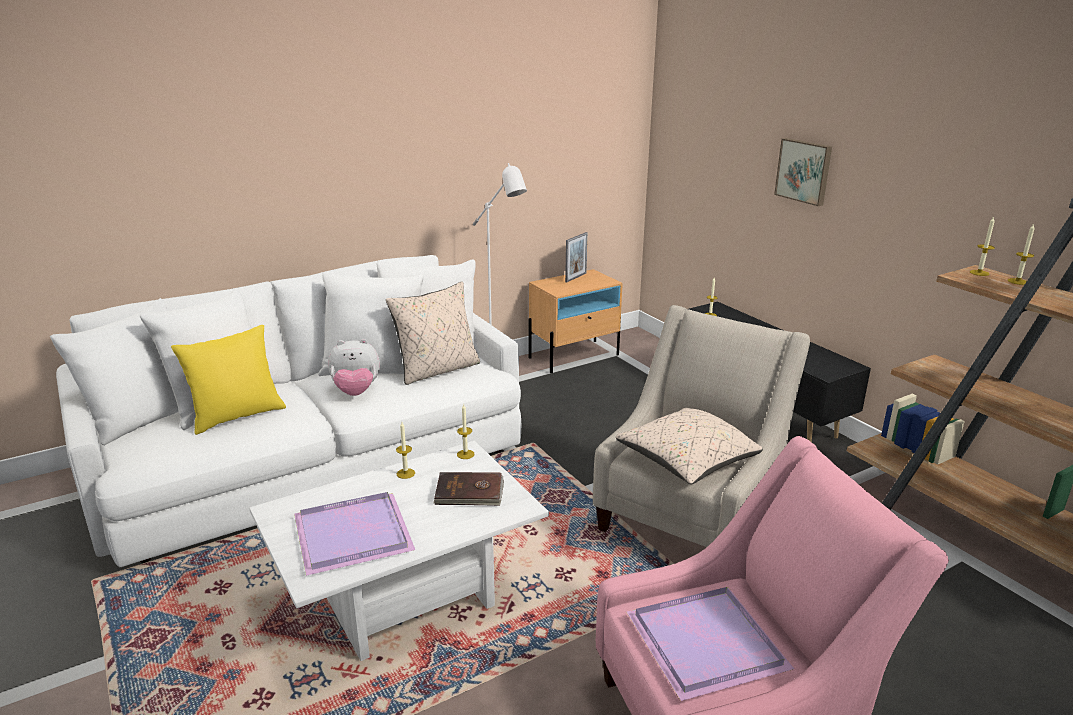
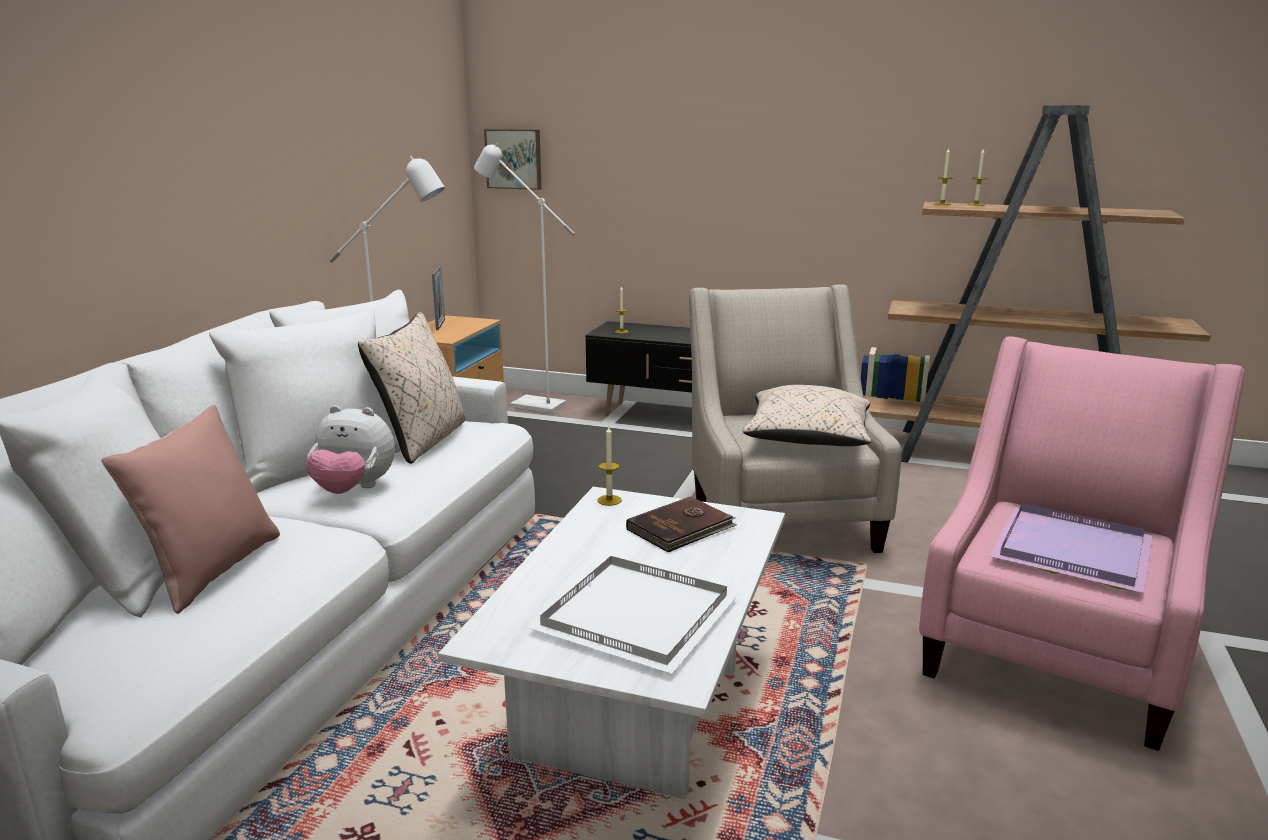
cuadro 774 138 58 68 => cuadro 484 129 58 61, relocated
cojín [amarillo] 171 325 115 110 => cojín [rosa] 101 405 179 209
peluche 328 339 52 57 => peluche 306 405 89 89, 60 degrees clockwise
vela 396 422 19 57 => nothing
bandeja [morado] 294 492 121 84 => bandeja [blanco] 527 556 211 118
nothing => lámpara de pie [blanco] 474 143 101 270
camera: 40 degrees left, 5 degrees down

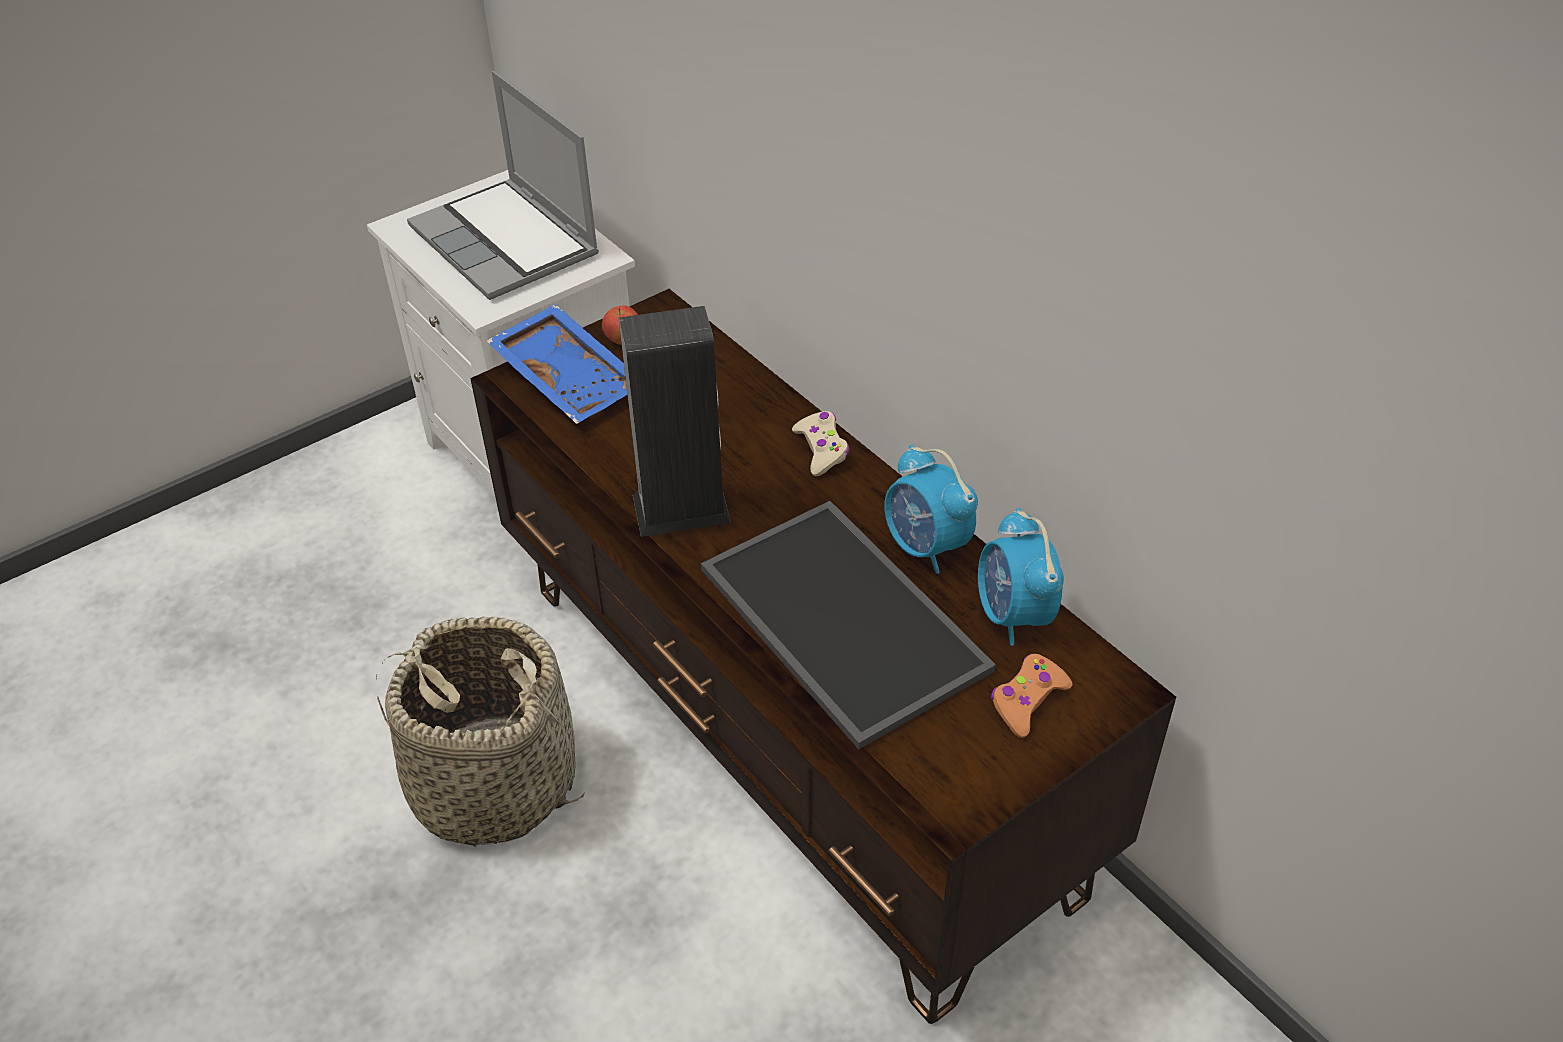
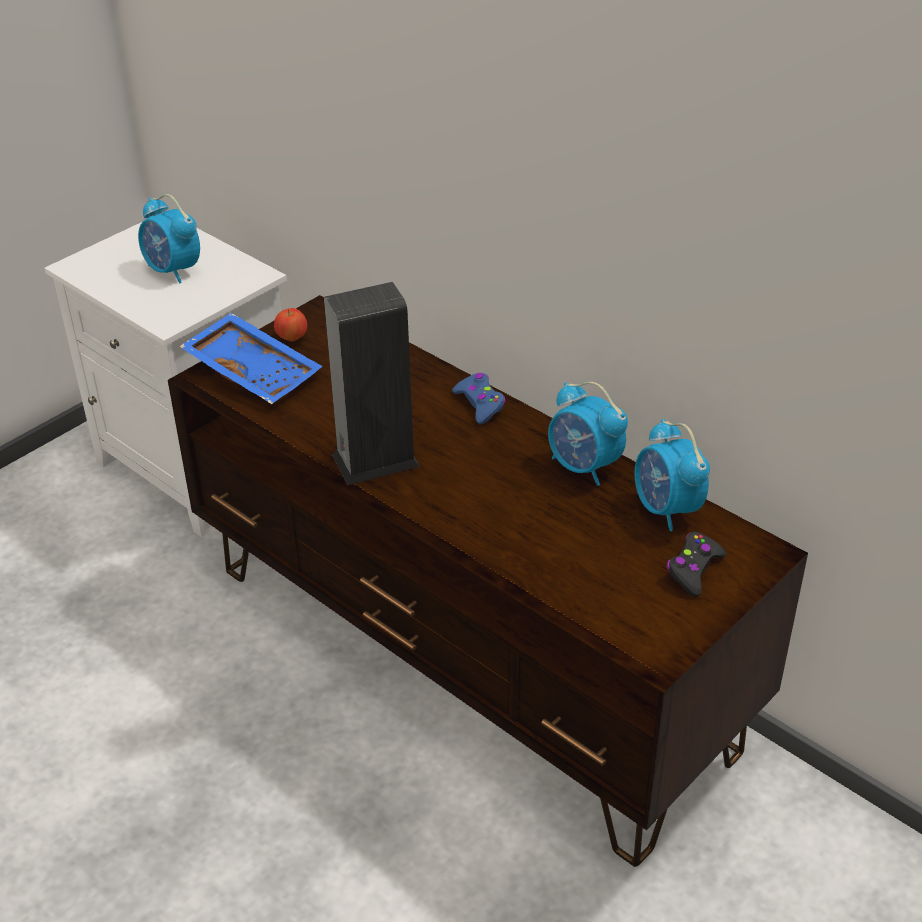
portátil 407 71 192 229 => despertador 138 194 62 89
mando de consola [beis] 792 411 57 65 => mando de consola [azul] 452 373 54 51
bandeja 701 501 295 249 => nothing
cesta 376 616 209 231 => nothing
mando de consola [naranja] 991 654 81 84 => mando de consola [negro] 667 532 59 65
camera: 10 degrees left, 5 degrees down

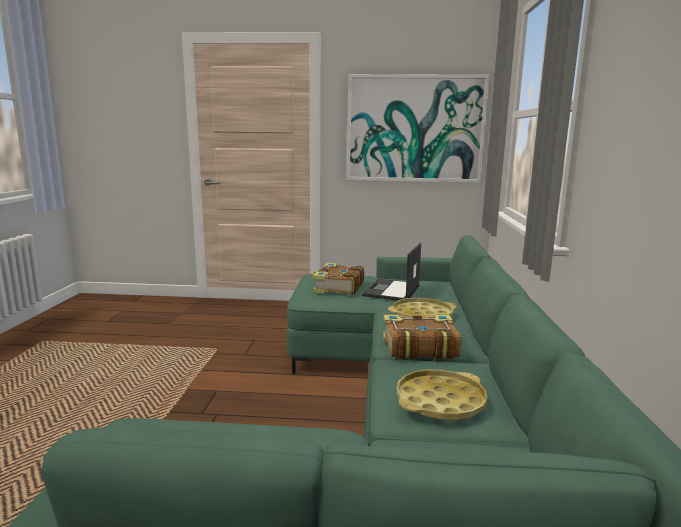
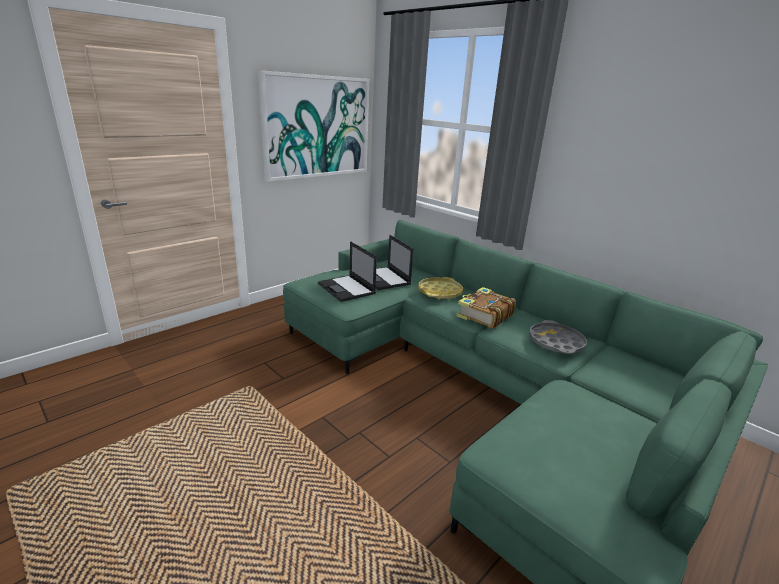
libro 311 263 53 32 => portátil 318 241 59 61
bandeja [amarillo] 396 370 92 50 => bandeja [gris] 529 320 58 34
camera: 50 degrees left, 10 degrees up

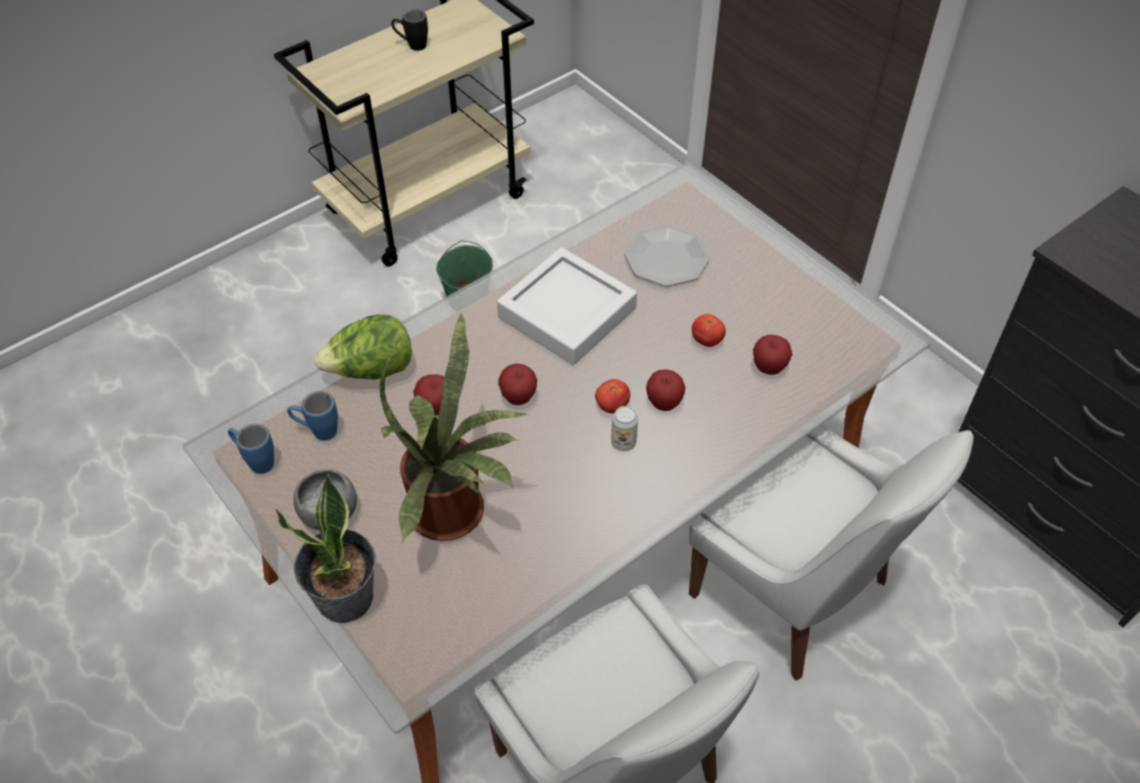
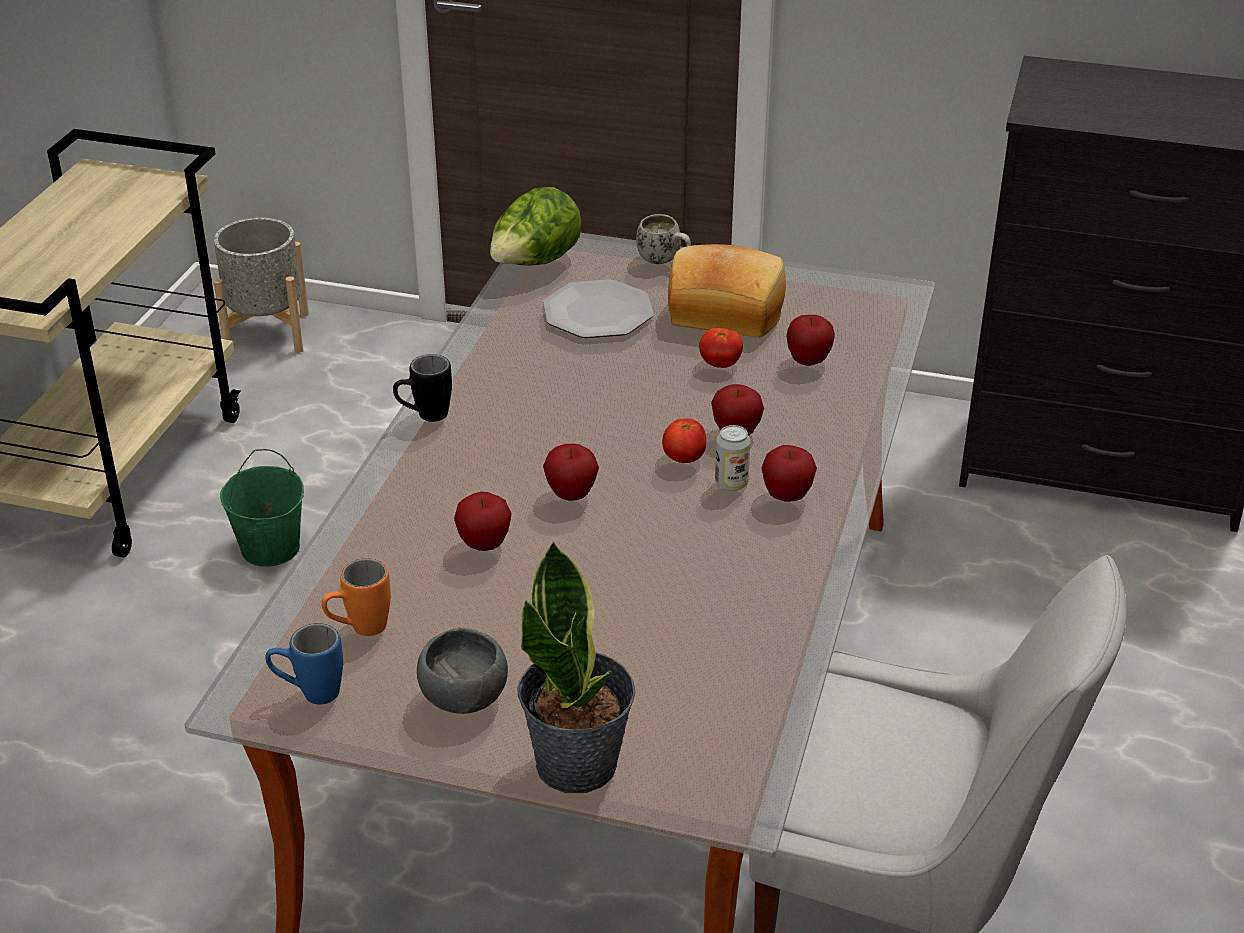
taza grande [negro] 391 9 37 42 => taza grande [negro] 393 354 59 68, relocated
bandeja [gris] 497 247 140 118 => nothing
planta en maceta 380 312 148 229 => nothing
lechuga 315 314 97 66 => lechuga 490 187 91 78, relocated
taza grande [azul] 287 391 51 49 => taza grande [naranja] 321 558 70 78
silla [blanco] 689 425 285 256 => nothing
nothing => taza grande [blanco] 636 214 55 50
nothing => maceta [gris] 213 217 96 137
nothing => pan 668 244 118 93
nothing => manzana 762 445 55 57
camera: 35 degrees left, 15 degrees down

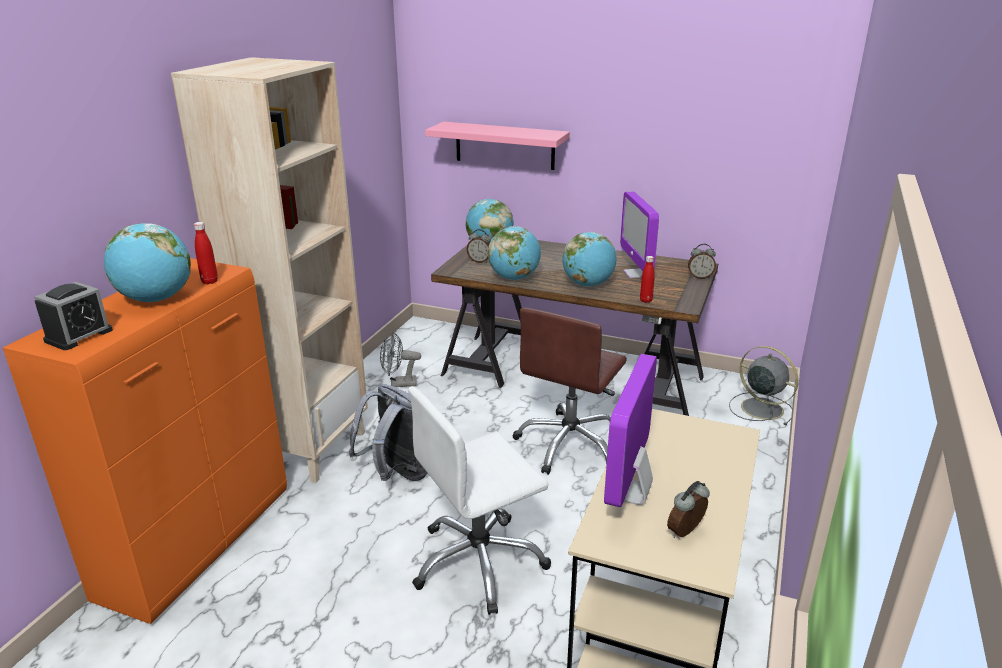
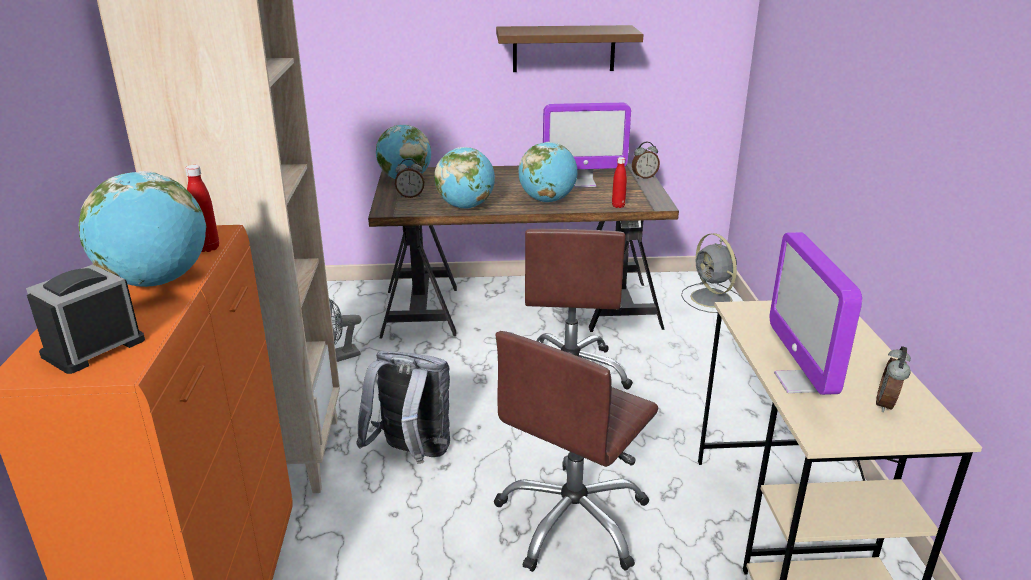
estante [rosa] 425 122 145 48 => nothing
monitor 620 191 39 87 => monitor 543 103 88 85, 60 degrees counterclockwise
despertador 34 282 79 68 => despertador 26 264 119 110, 150 degrees counterclockwise
ventilador [gris] 729 346 69 79 => ventilador [gris] 681 233 60 80, 135 degrees counterclockwise
silla de oficina [blanco] 408 387 143 228 => silla de oficina [marrón] 494 331 164 241
nothing => estante [marrón] 496 25 147 47
camera: 25 degrees left, 0 degrees up

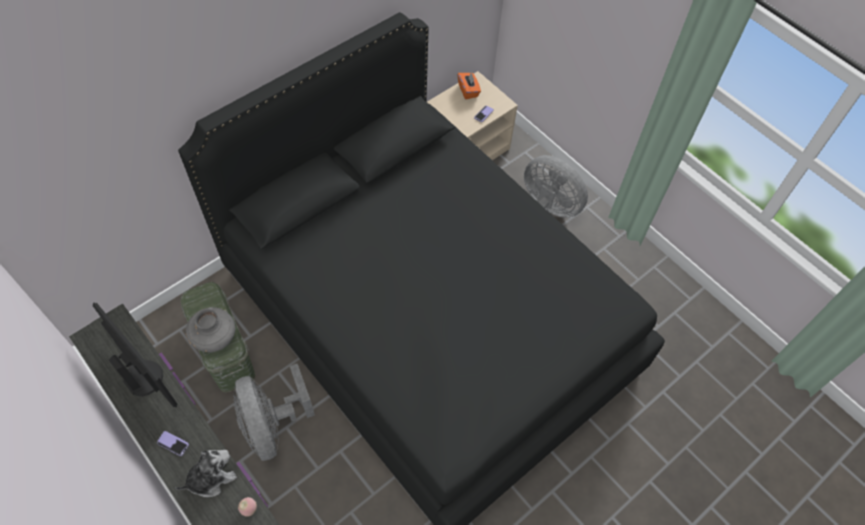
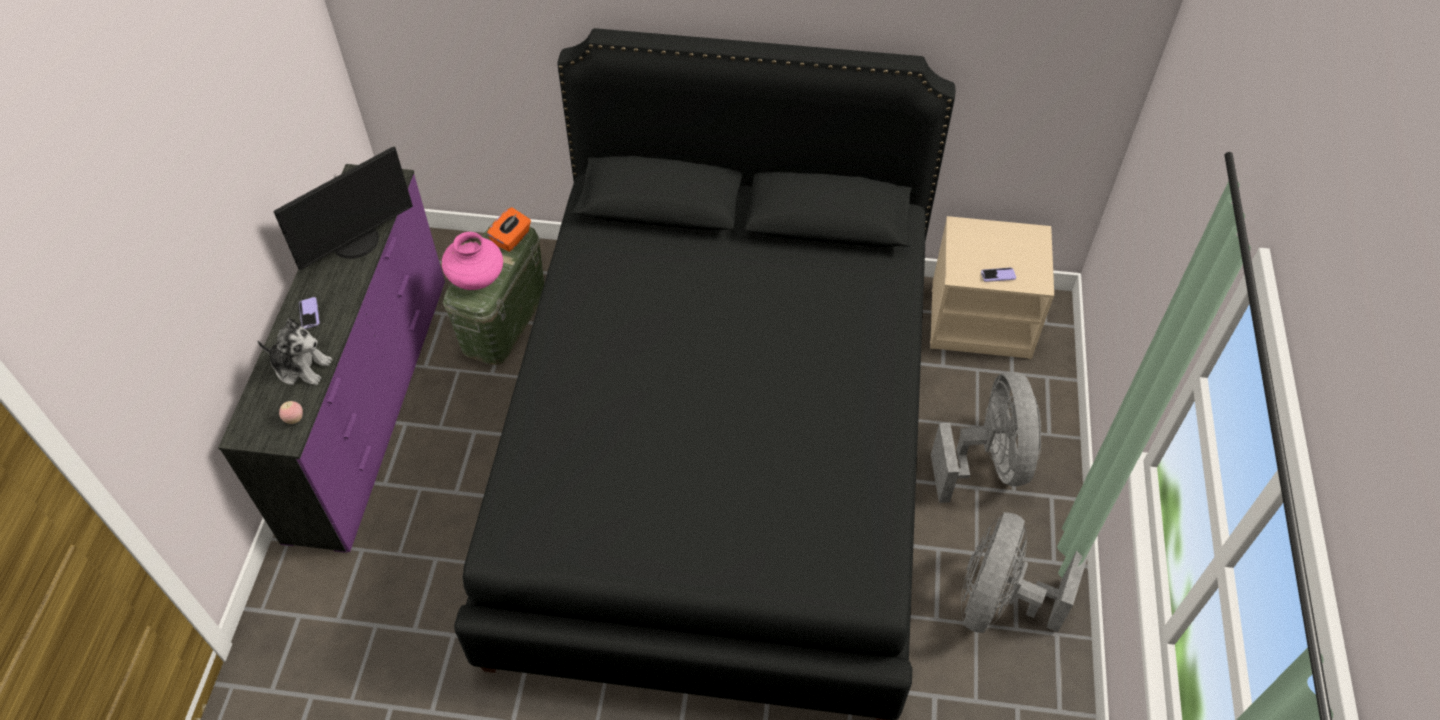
caja de pañuelos [naranja] 457 73 24 26 => caja de pañuelos [naranja] 487 207 44 45, relocated
monitor 93 302 85 105 => monitor 274 147 139 123, 45 degrees clockwise
florero [gris] 186 307 49 45 => florero [rosa] 442 232 61 58
ventilador [gris] 234 364 81 97 => ventilador [gris] 961 512 128 121, relocated
camera: 50 degrees right, 5 degrees down

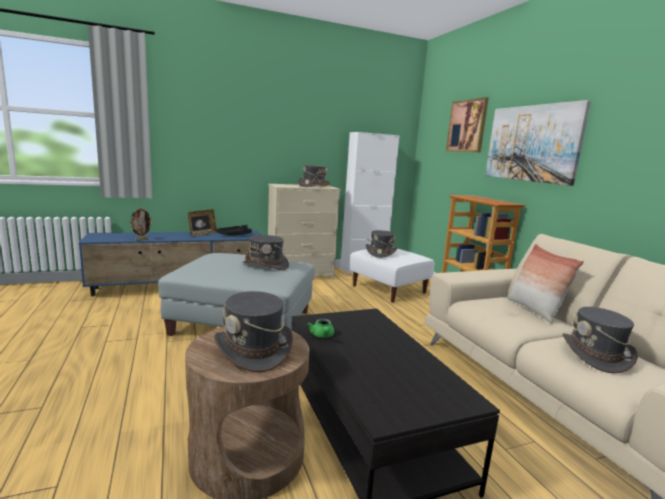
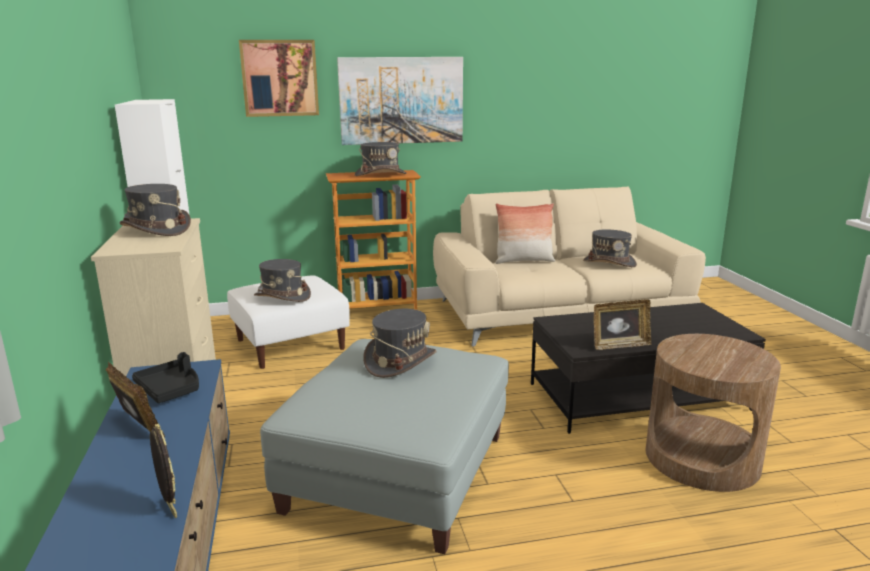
sombrero [gris] 214 291 79 81 => sombrero [gris] 355 142 52 34, relocated
tetera [verde] 307 319 27 19 => portarretratos 594 299 57 51
camera: 80 degrees left, 5 degrees up

